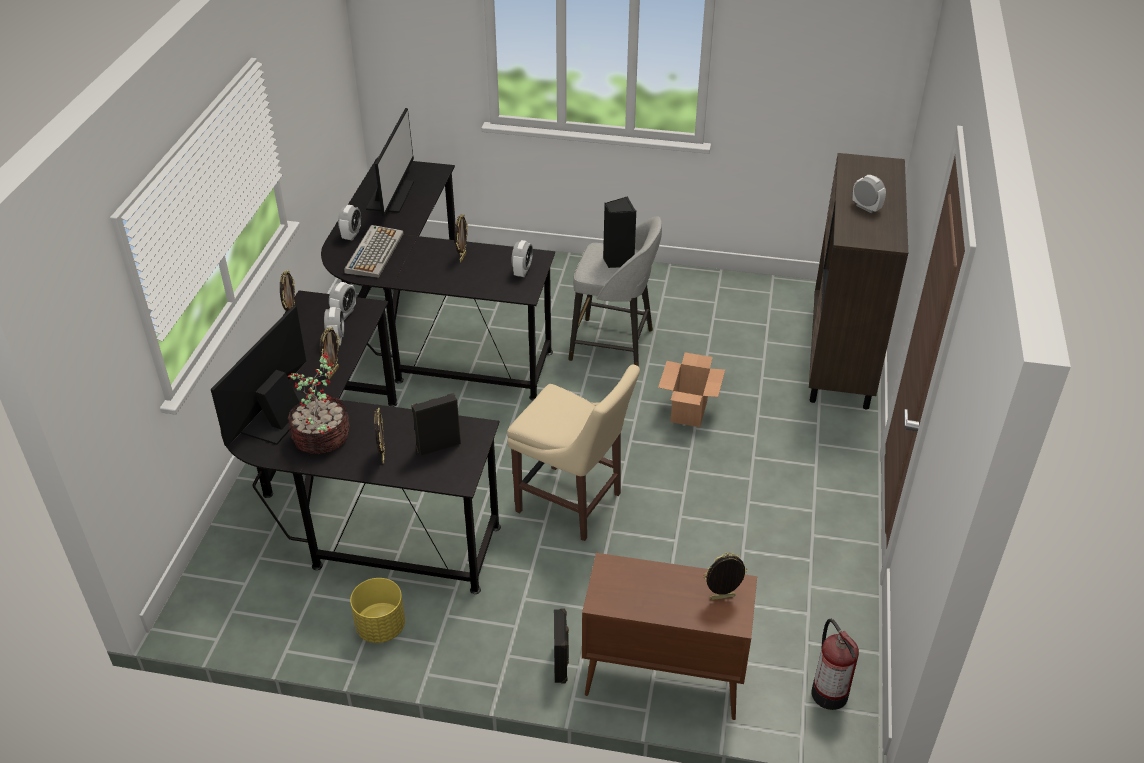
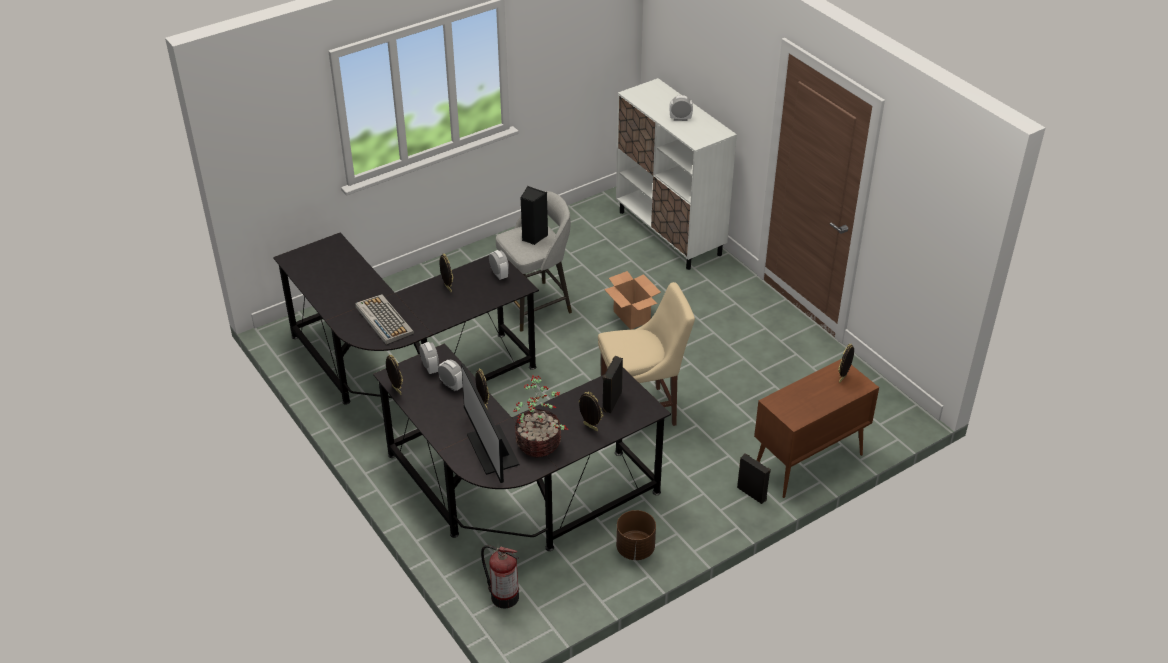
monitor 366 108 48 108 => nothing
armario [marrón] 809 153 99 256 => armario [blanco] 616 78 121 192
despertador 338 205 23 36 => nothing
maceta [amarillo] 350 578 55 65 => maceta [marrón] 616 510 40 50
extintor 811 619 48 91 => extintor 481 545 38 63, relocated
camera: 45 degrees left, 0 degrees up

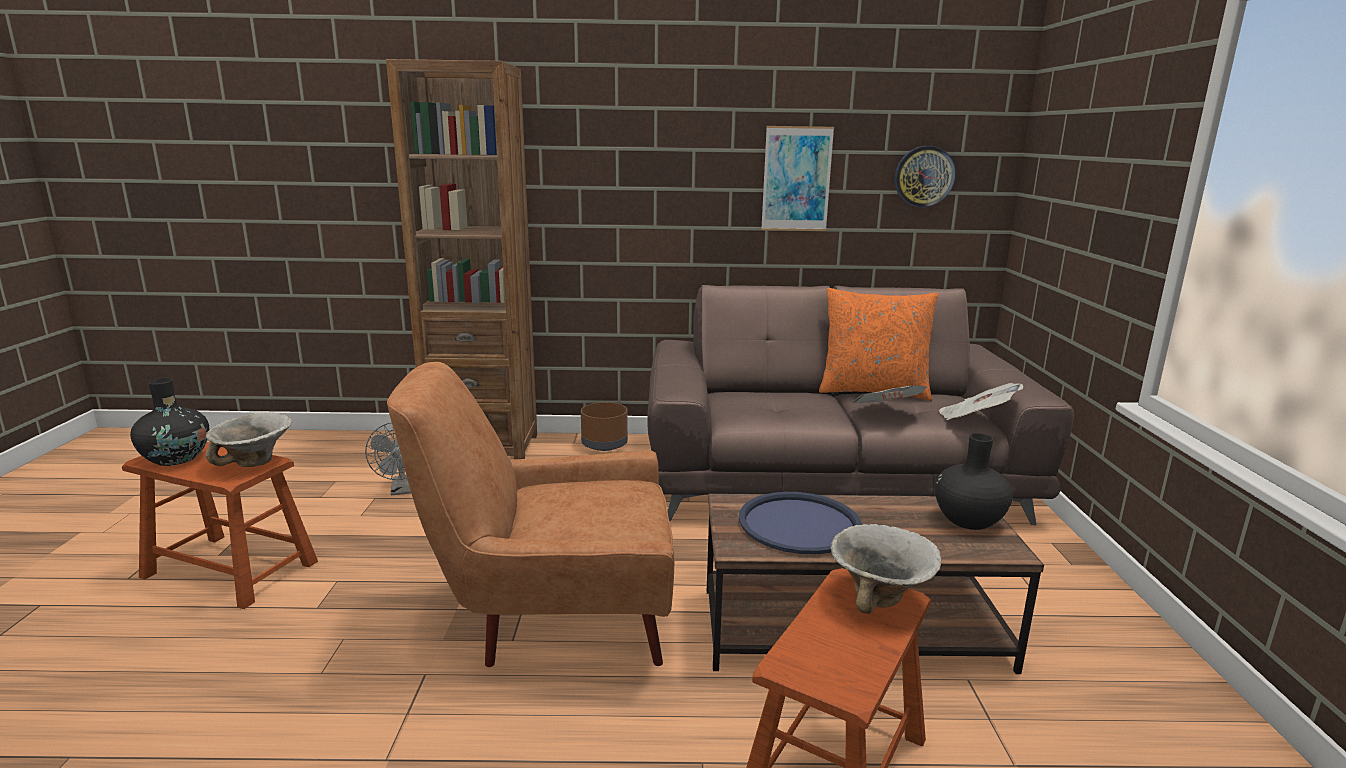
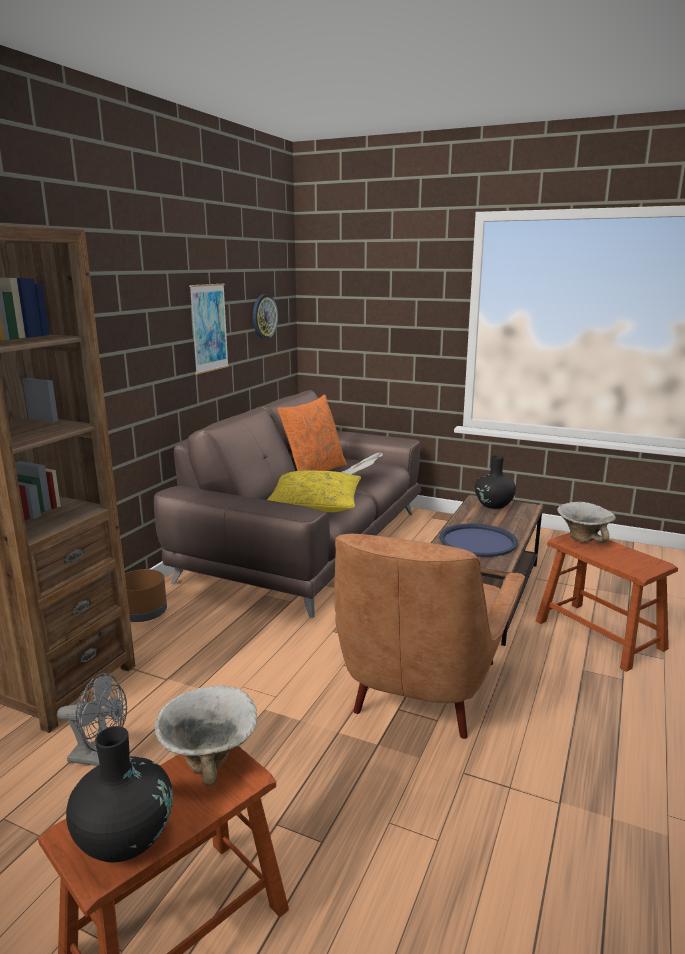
periódico 939 383 84 37 => nothing
nothing => cojín [amarillo] 267 471 94 41
camera: 65 degrees left, 0 degrees up

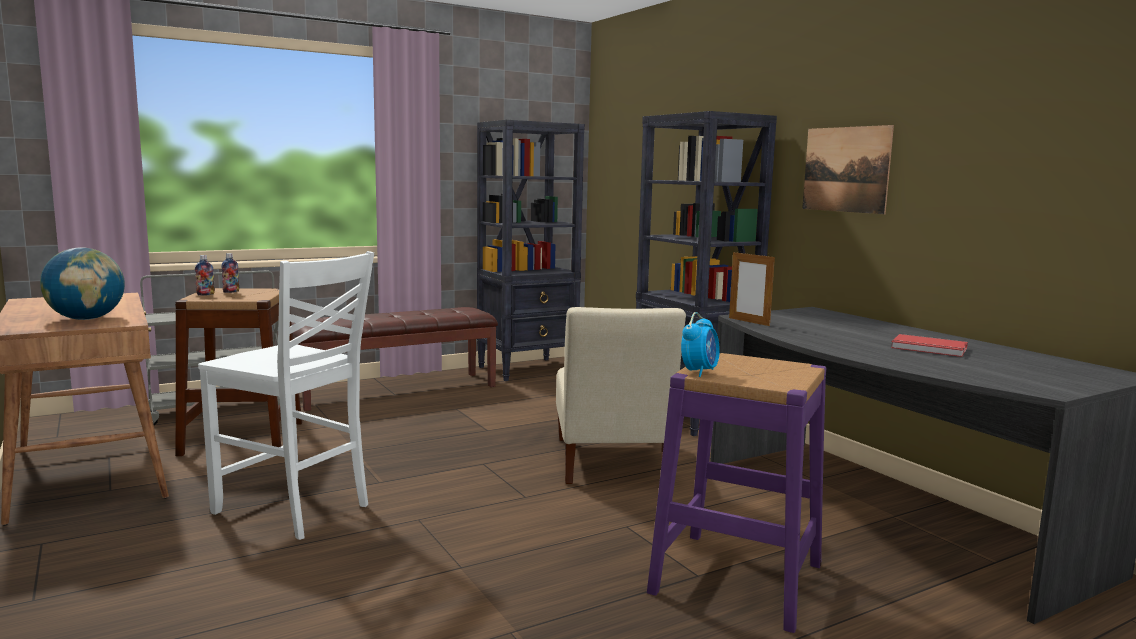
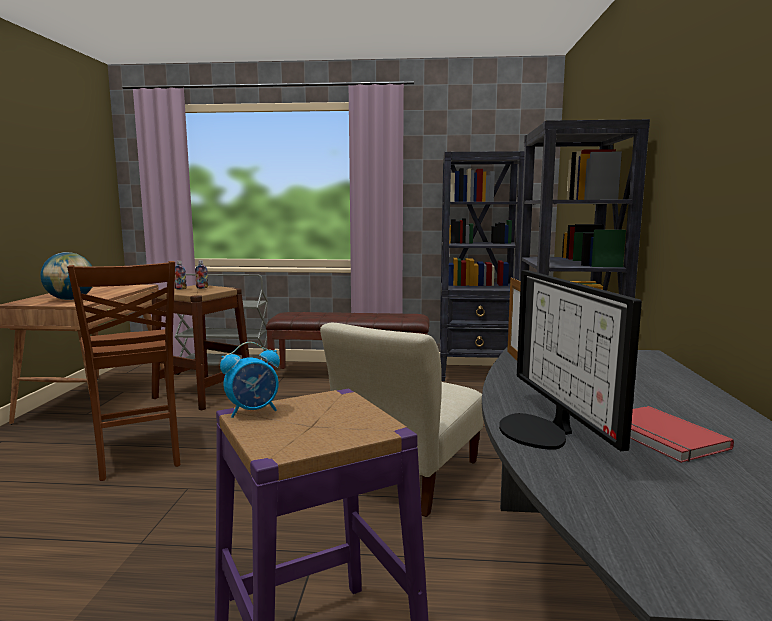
cuadro 802 125 92 89 => nothing
silla [blanco] 198 251 176 289 => silla [marrón] 67 261 113 220
nothing => monitor 499 270 143 181
camera: 35 degrees right, 0 degrees up

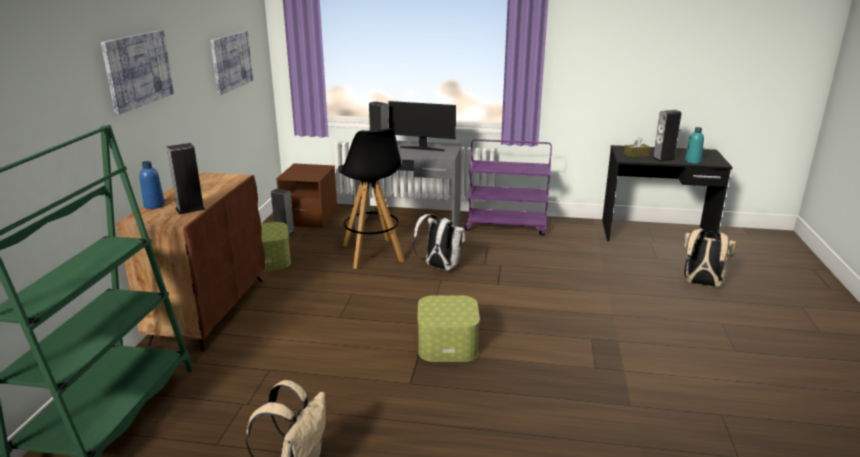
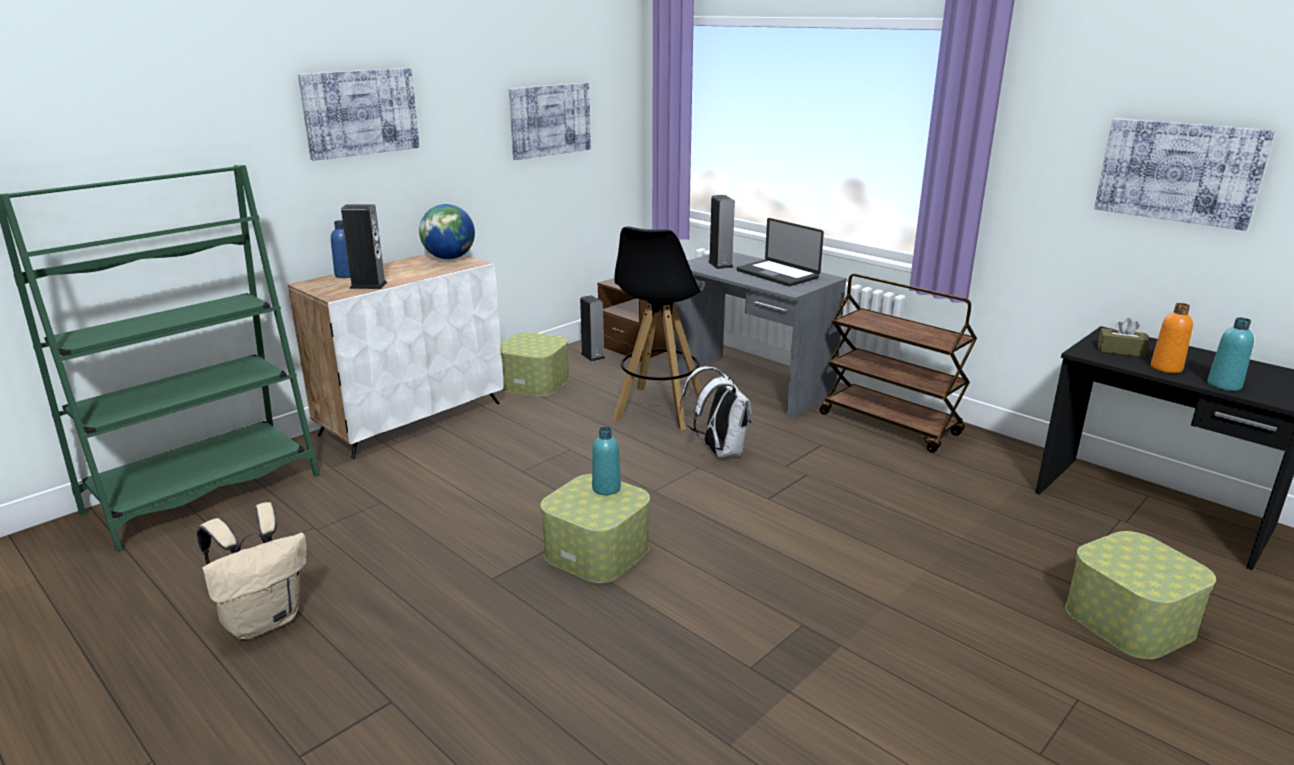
monitor 388 101 68 50 => portátil 736 218 88 68
altavoz 652 110 30 52 => botella [naranja] 1151 303 42 70
carrito [morado] 465 139 87 97 => carrito [marrón] 820 274 157 179
armario [marrón] 116 172 149 179 => armario [blanco] 288 253 215 206
mochila [beis] 684 229 52 58 => caja de almacenaje 1065 531 151 128
nothing => cuadro 1094 118 181 113
nothing => globo terráqueo 419 204 56 55
nothing => botella [turquesa] 592 426 29 69
camera: 35 degrees right, 0 degrees up

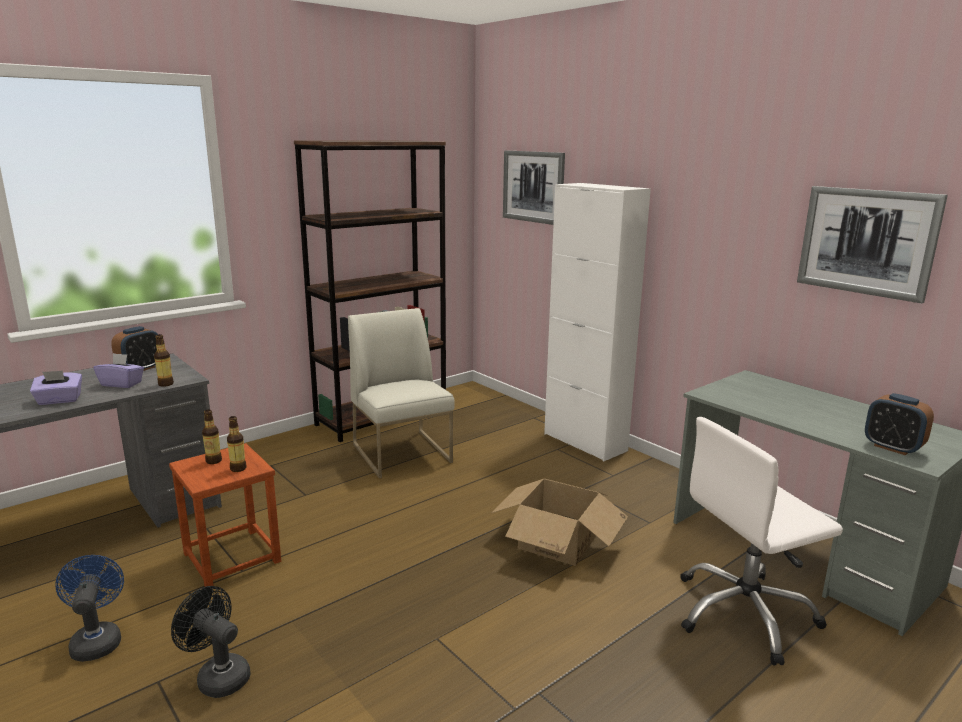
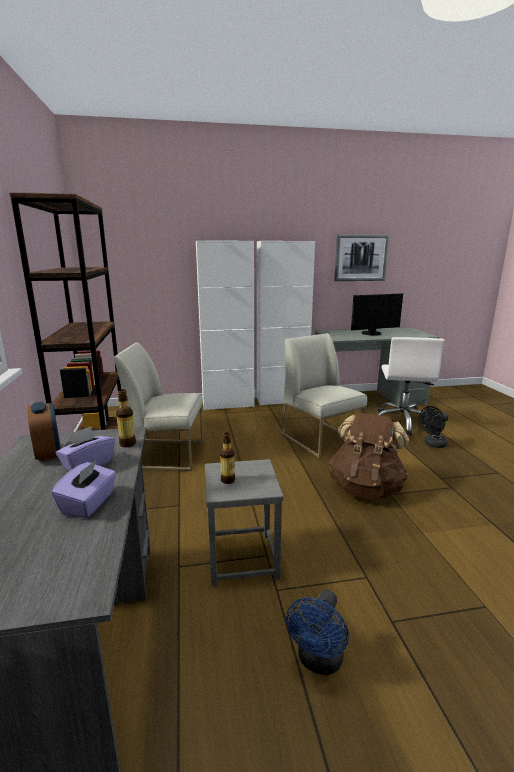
cuadro 503 150 62 75 => nothing
despertador 865 393 69 62 => nothing
botella 227 416 20 56 => nothing
taburete [marrón] 169 443 112 144 => taburete [gris] 205 459 79 127
caja de cartón 491 479 137 87 => silla [blanco] 281 333 86 125
ventilador [azul] 55 555 69 107 => ventilador [azul] 286 590 63 85, 75 degrees counterclockwise
ventilador [negro] 171 586 80 112 => ventilador [negro] 419 406 30 42, relocated
nothing => armario [blanco] 257 241 58 165
nothing => monitor 351 293 52 43
nothing => mochila [marrón] 329 413 80 87
camera: 60 degrees left, 0 degrees up

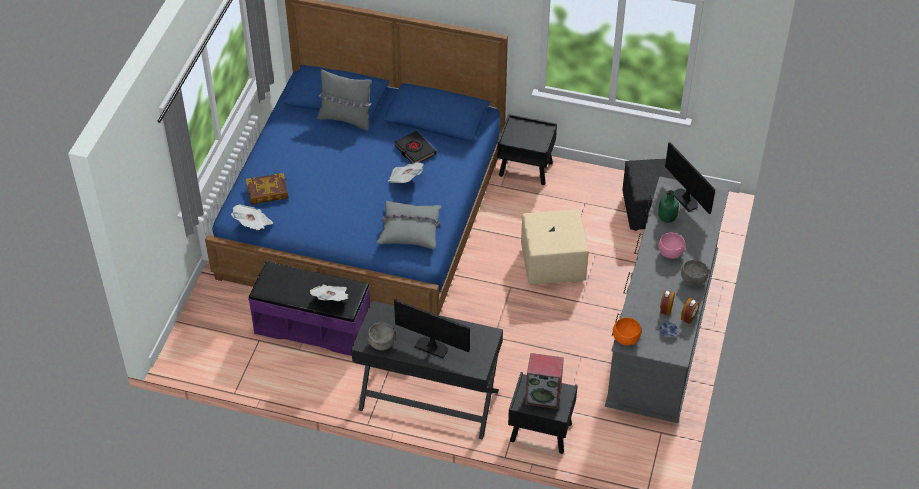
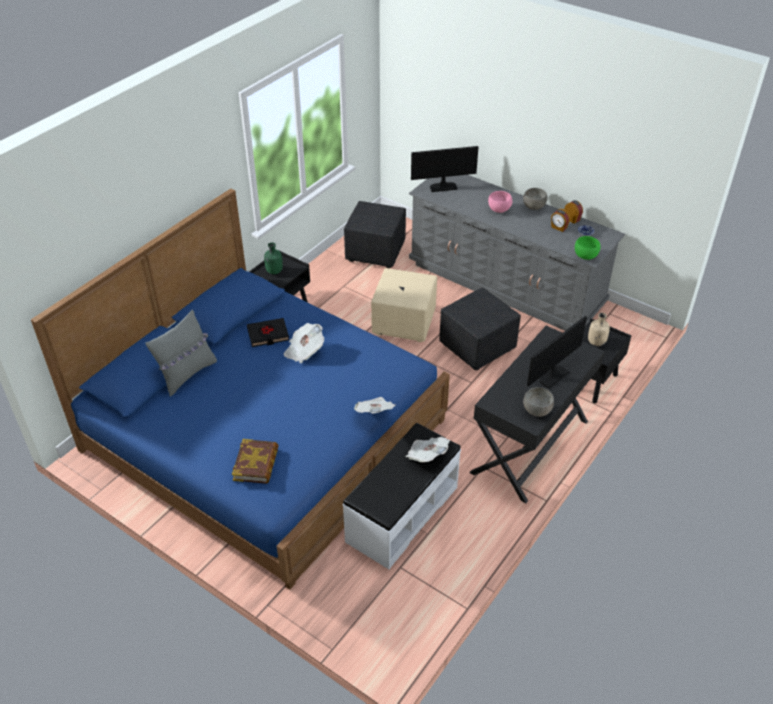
botella [verde] 658 190 21 33 => botella [verde] 264 242 19 32, relocated
cojín [gris] 376 201 65 48 => nothing
periódico 231 204 42 26 => periódico 354 397 41 17, relocated
banco [morado] 248 261 122 95 => banco [blanco] 343 423 118 146
cuenco [naranja] 613 317 28 28 => cuenco [verde] 575 236 25 24
altavoz 525 353 39 56 => botella [beis] 588 313 22 33
nothing => puf [negro] 439 288 82 82
camera: 70 degrees left, 5 degrees down

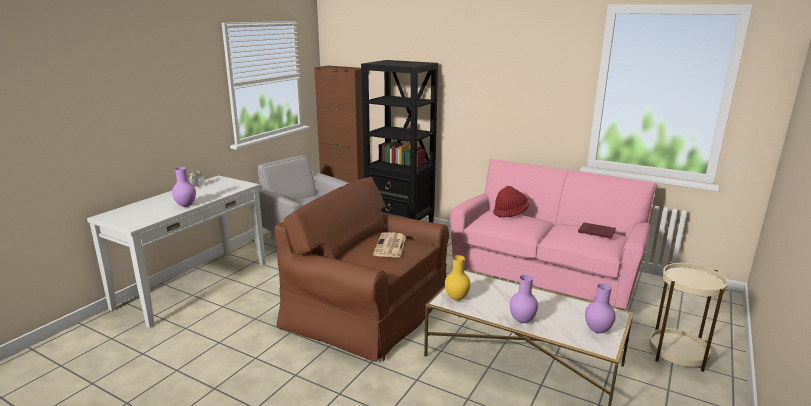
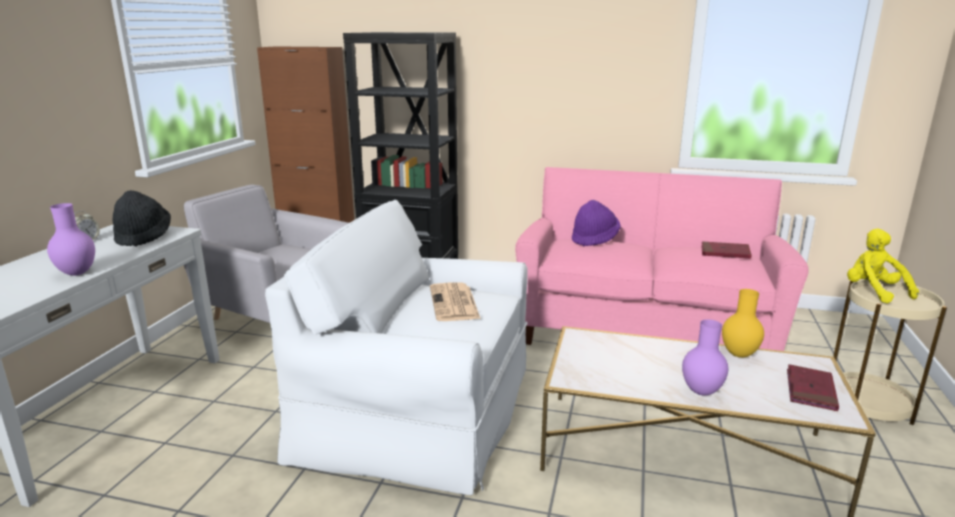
sillón [marrón] 274 177 175 185 => sillón [blanco] 265 200 263 295
sombrero [rojo] 493 186 36 31 => sombrero [morado] 572 200 49 46
florero [amarillo] 445 255 26 46 => florero [amarillo] 722 289 42 69, relocated
florero [morado] 585 283 31 50 => libro [rojo] 787 364 52 47
nothing => sombrero [negro] 113 190 58 57
nothing => peluche [amarillo] 847 229 72 74
camera: 15 degrees left, 0 degrees up

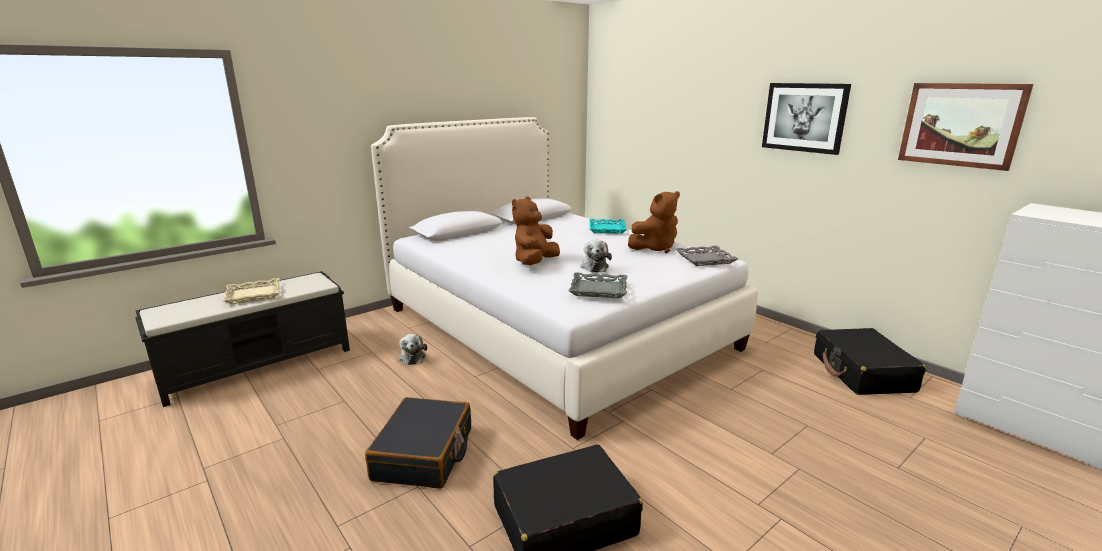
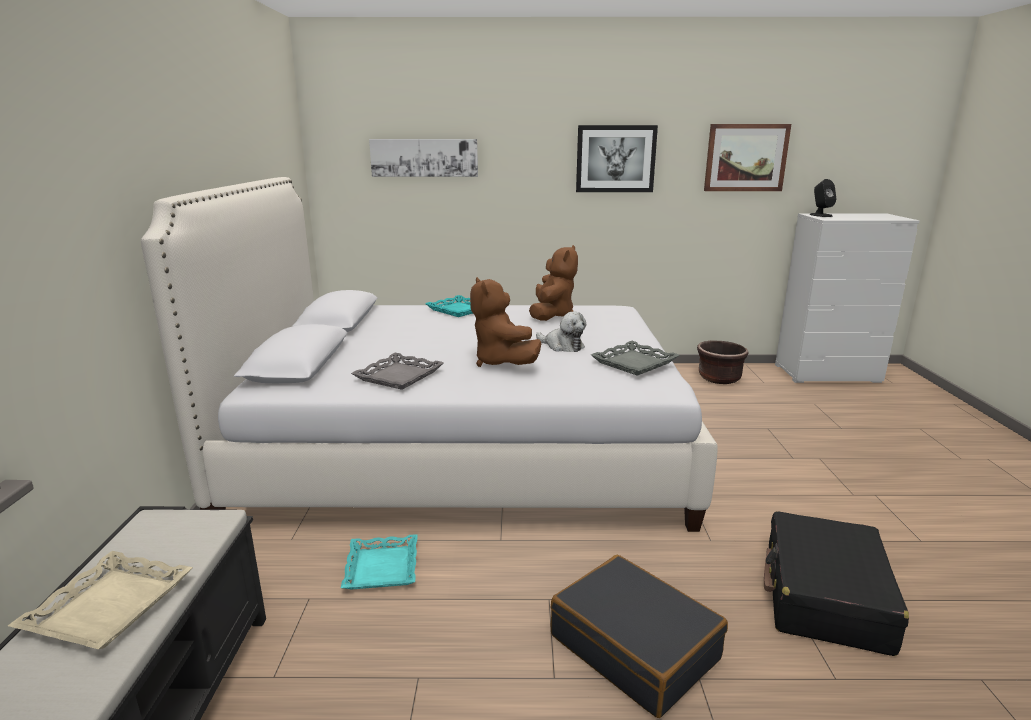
bandeja [gris] 676 246 62 20 => bandeja [gris] 351 353 93 37, relocated
maleta [negro] 814 328 112 67 => maceta [marrón] 697 341 51 43
peluche 398 334 29 31 => bandeja [turquesa] 341 534 77 55
nothing => cuadro 369 139 109 38
nothing => altavoz [negro] 810 179 26 38
camera: 50 degrees left, 0 degrees up

